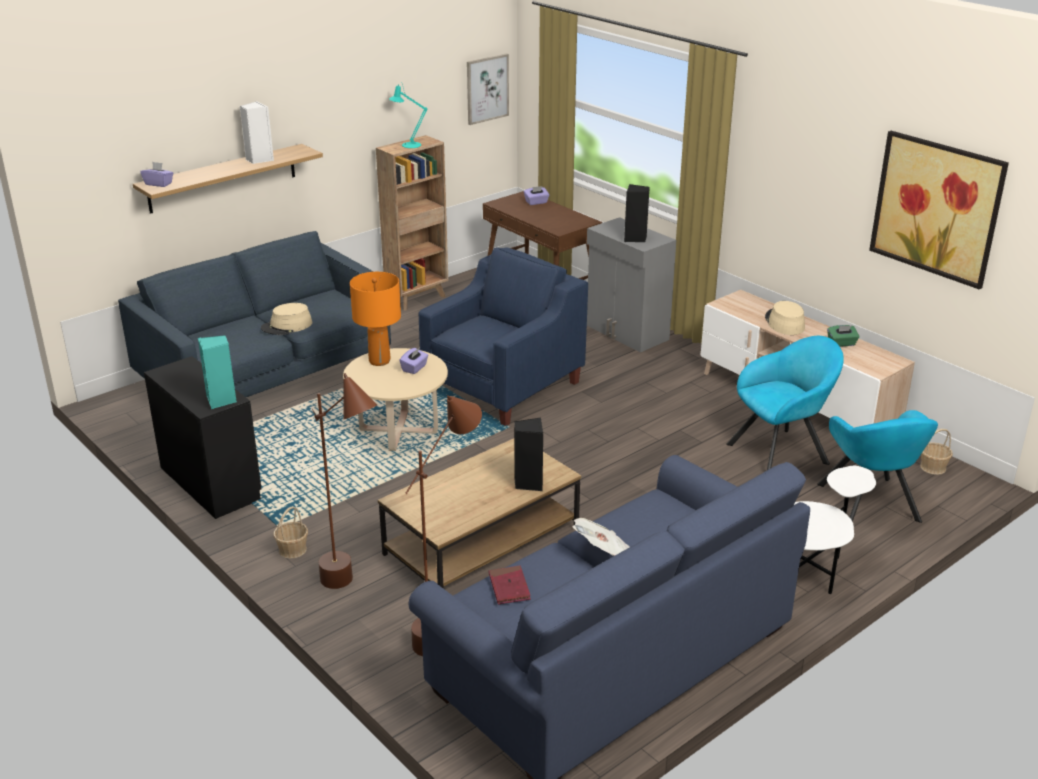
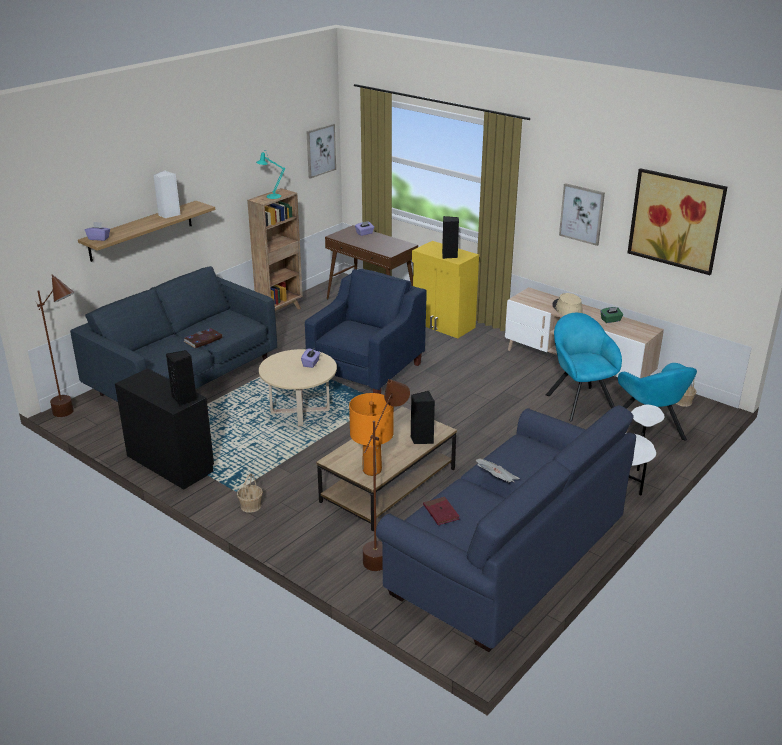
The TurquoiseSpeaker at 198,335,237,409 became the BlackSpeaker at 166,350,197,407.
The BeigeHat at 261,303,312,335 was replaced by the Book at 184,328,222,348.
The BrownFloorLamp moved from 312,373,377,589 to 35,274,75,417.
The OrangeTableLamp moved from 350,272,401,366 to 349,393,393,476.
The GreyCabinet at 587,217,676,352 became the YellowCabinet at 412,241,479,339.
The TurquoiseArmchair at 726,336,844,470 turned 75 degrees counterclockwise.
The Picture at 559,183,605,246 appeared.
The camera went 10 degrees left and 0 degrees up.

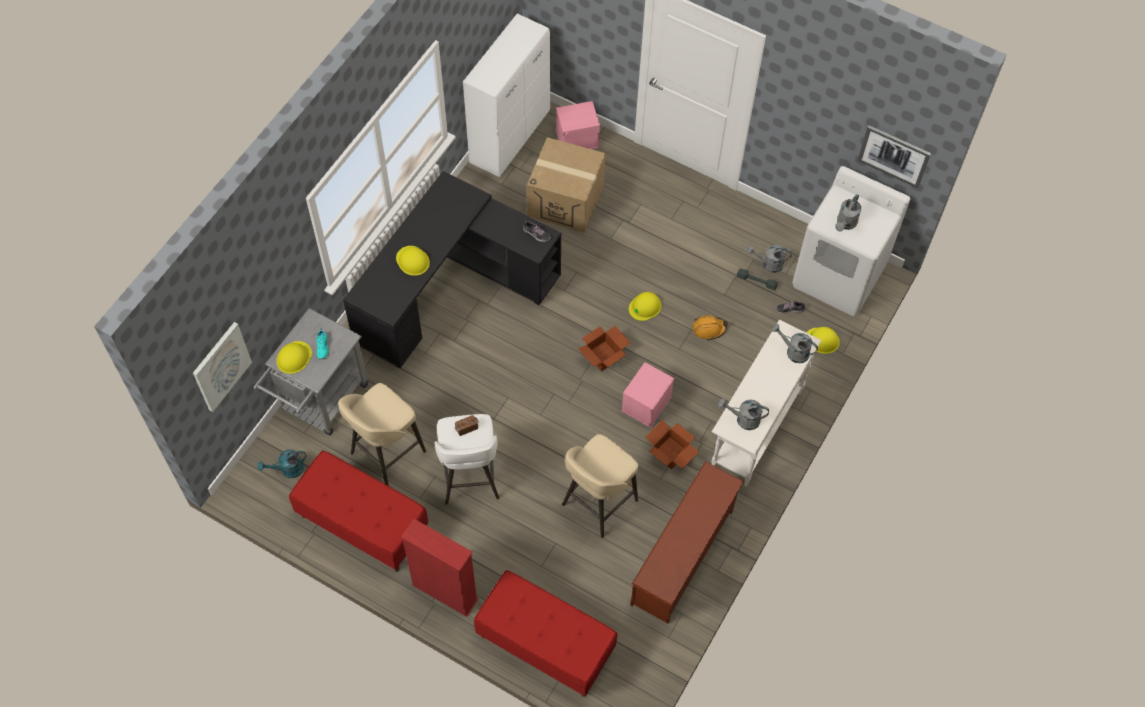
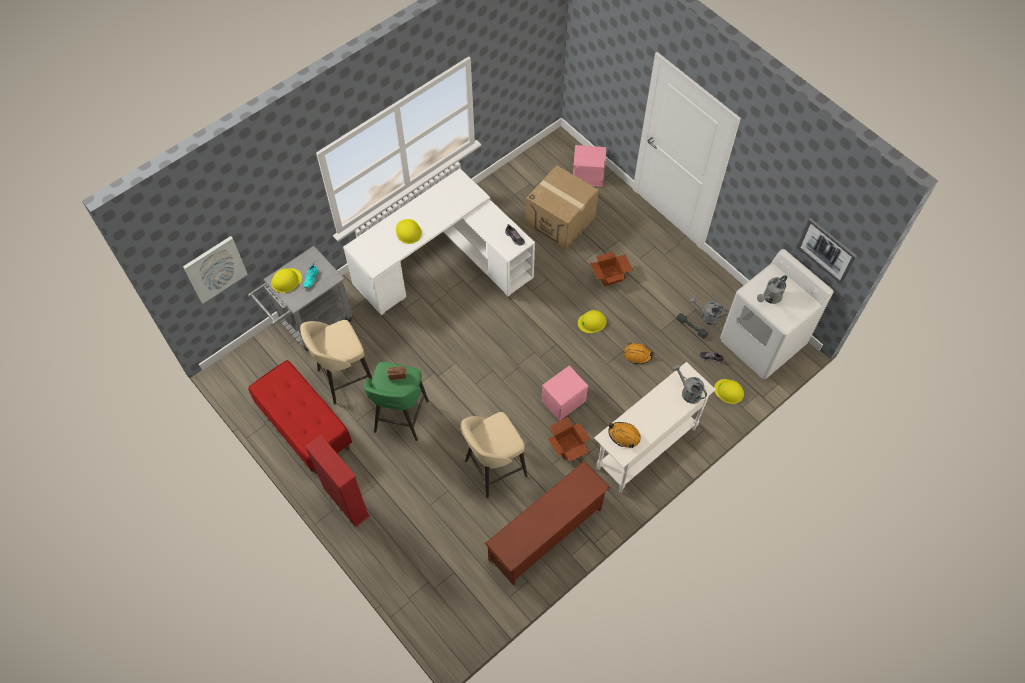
The TurquoiseWateringCan at 258,449,306,478 disappeared.
The BlackDesk at 343,171,561,368 became the WhiteDesk at 343,168,535,315.
The WhiteStool at 435,414,500,505 became the GreenStool at 364,362,429,441.
The WhiteCabinet at 463,14,550,177 disappeared.
The RedBench at 474,570,617,697 disappeared.
The CardboardBox moved from 578,326,631,371 to 590,252,633,287.
The GreyWateringCan at 718,398,769,430 was replaced by the OrangeHardHat at 608,422,641,448.
The camera went 20 degrees right and 0 degrees up.

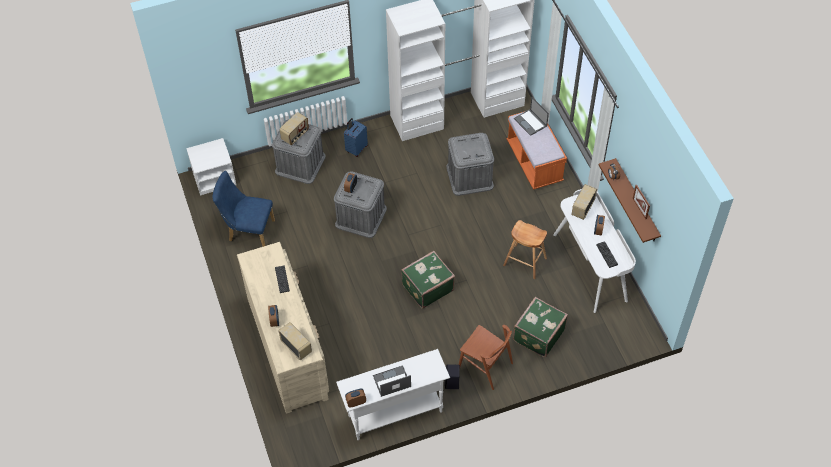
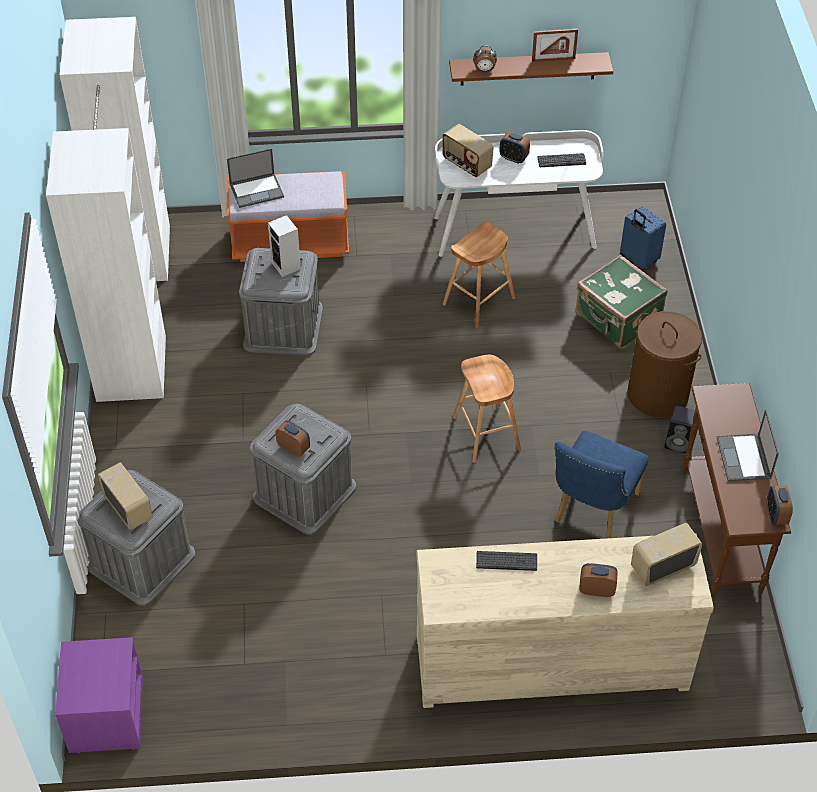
The WhiteNightstand at 186,138,236,196 became the PurpleNightstand at 55,637,143,753.
The BlueChair moved from 212,171,275,247 to 554,431,649,539.
The WhiteConsoleTable at 336,349,450,440 became the BrownConsoleTable at 682,383,791,597.
The BlueSuitcase moved from 344,118,368,157 to 620,206,666,271.
The GreenSuitcase at 401,251,455,309 was replaced by the BrownStool at 453,355,521,463.
The BrownChair at 459,325,513,390 was replaced by the BrownLaundryBasket at 627,311,702,417.
The Speaker at 268,215,301,277 appeared.
The camera went 75 degrees left and 5 degrees down.

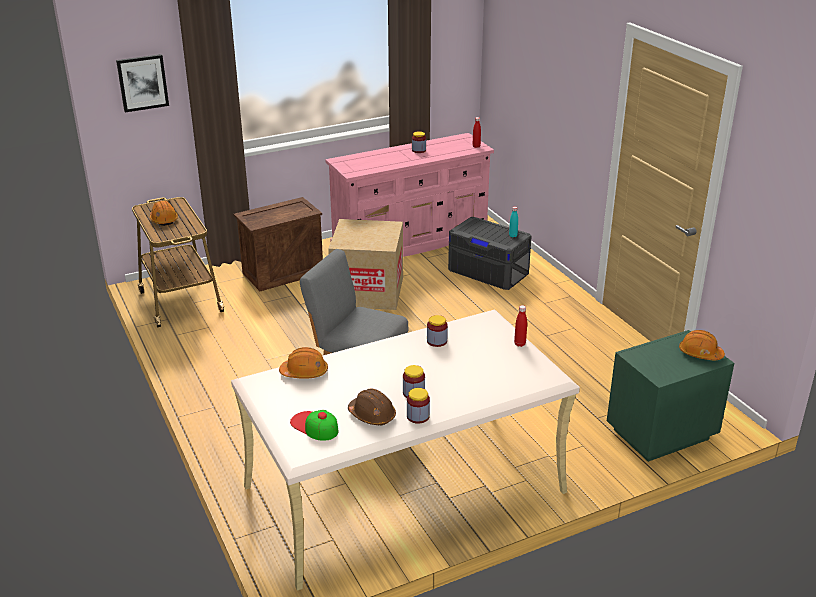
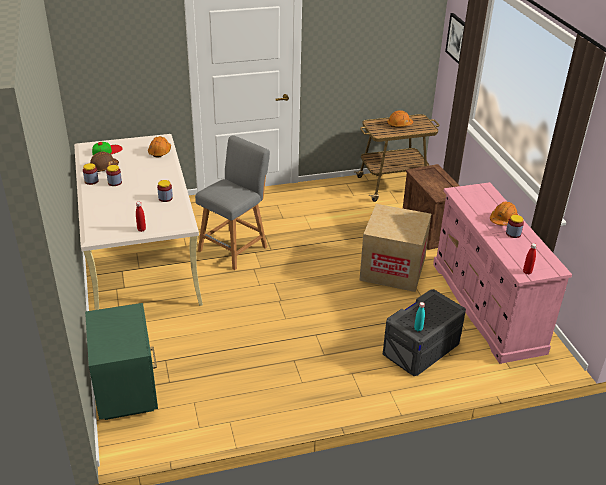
The OrangeHardHat moved from 679,330,725,360 to 490,201,518,226.
The camera went 100 degrees right and 5 degrees up.

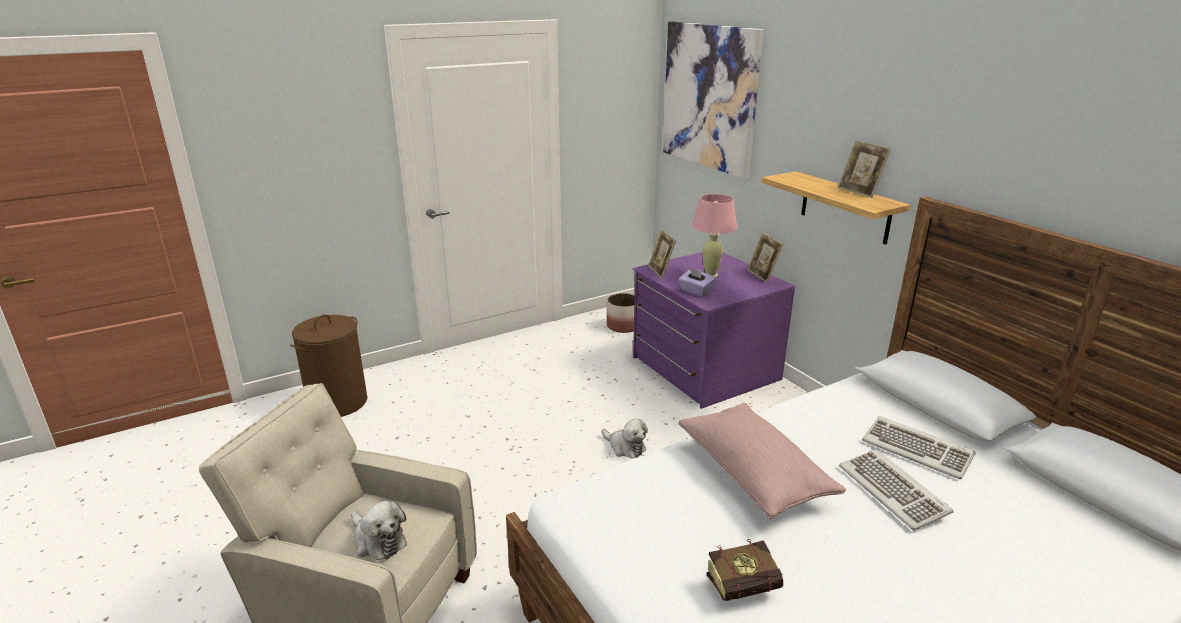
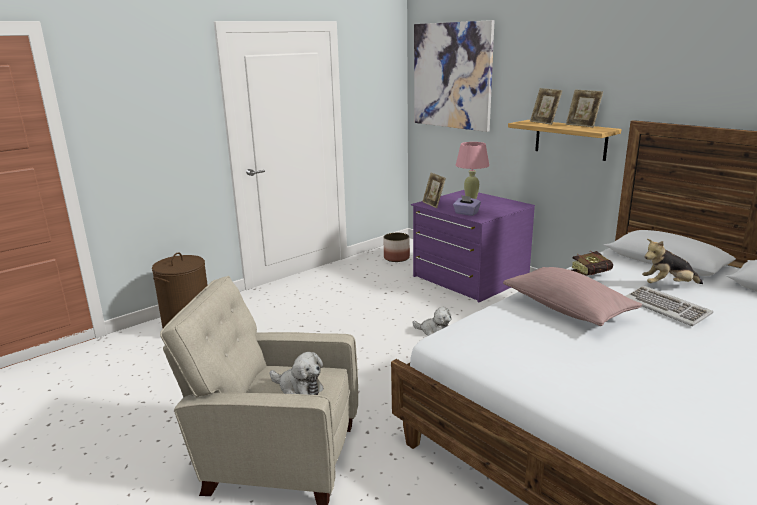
The Book moved from 707,539,783,601 to 572,250,613,276.
The PictureFrame moved from 747,232,783,283 to 530,88,563,125.
The Keyboard at 862,416,976,479 was replaced by the PlushToy at 642,239,703,284.
The camera went 10 degrees left and 5 degrees down.

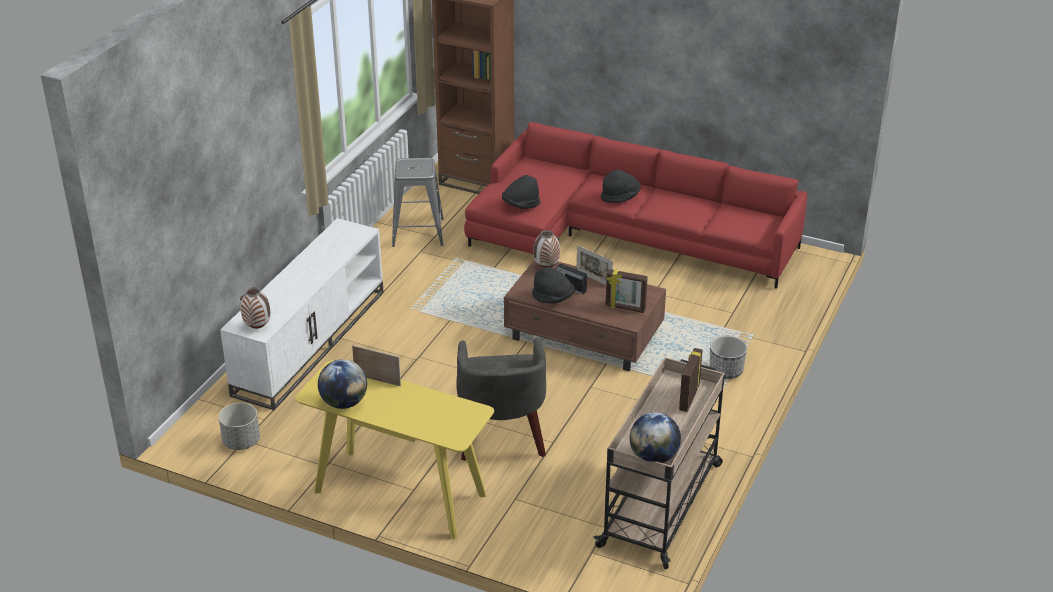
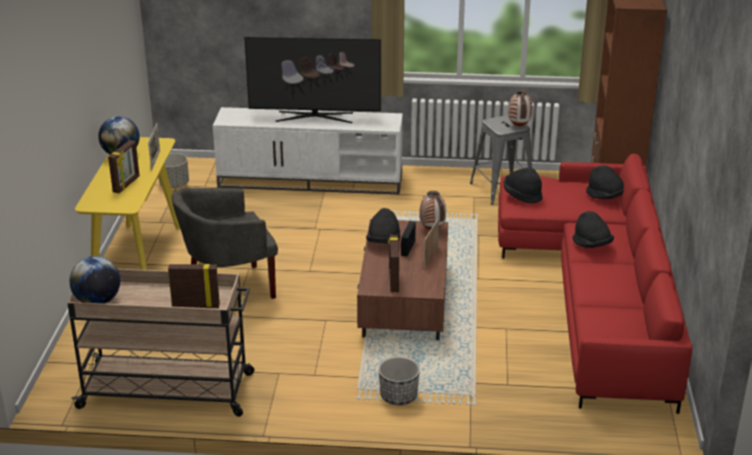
The Vase moved from 240,287,271,329 to 508,90,532,127.
The PictureFrame at 108,140,140,193 appeared.
The Television at 244,37,381,123 appeared.
The BlackHat at 586,165,624,199 appeared.
The camera went 70 degrees right and 5 degrees down.

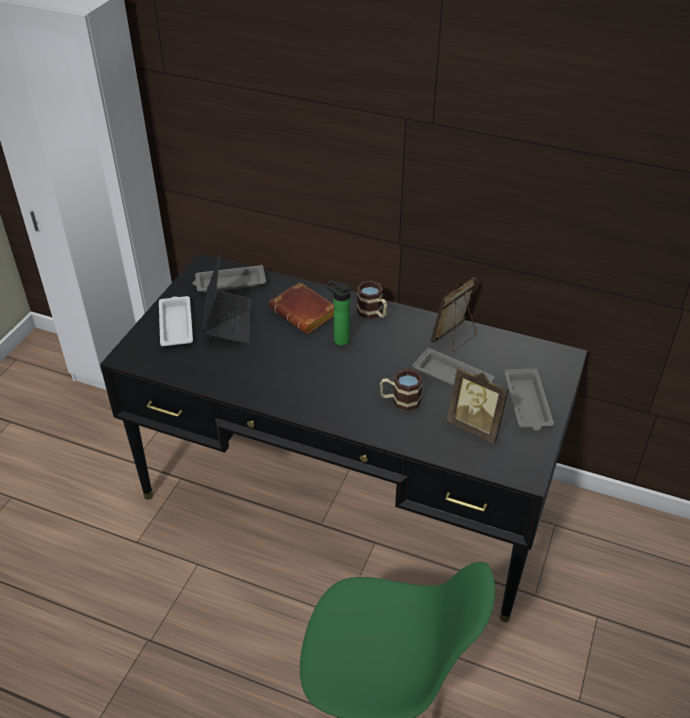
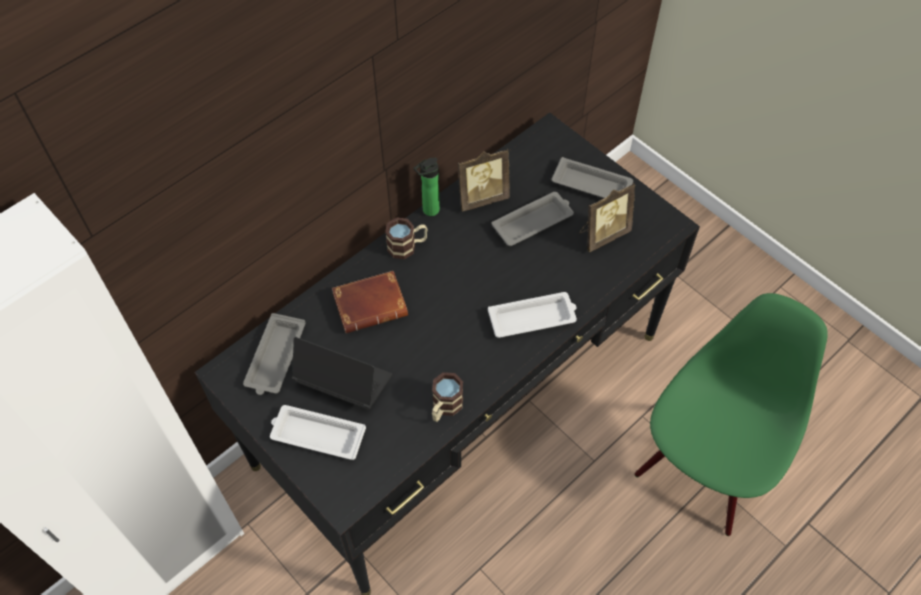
The Bottle moved from 326,280,350,346 to 414,158,440,216.
The Mug moved from 380,368,423,411 to 432,372,463,422.
The PictureFrame at 431,277,477,352 turned 90 degrees counterclockwise.
The WhiteTray at 488,292,577,338 appeared.
The camera went 65 degrees left and 15 degrees up.

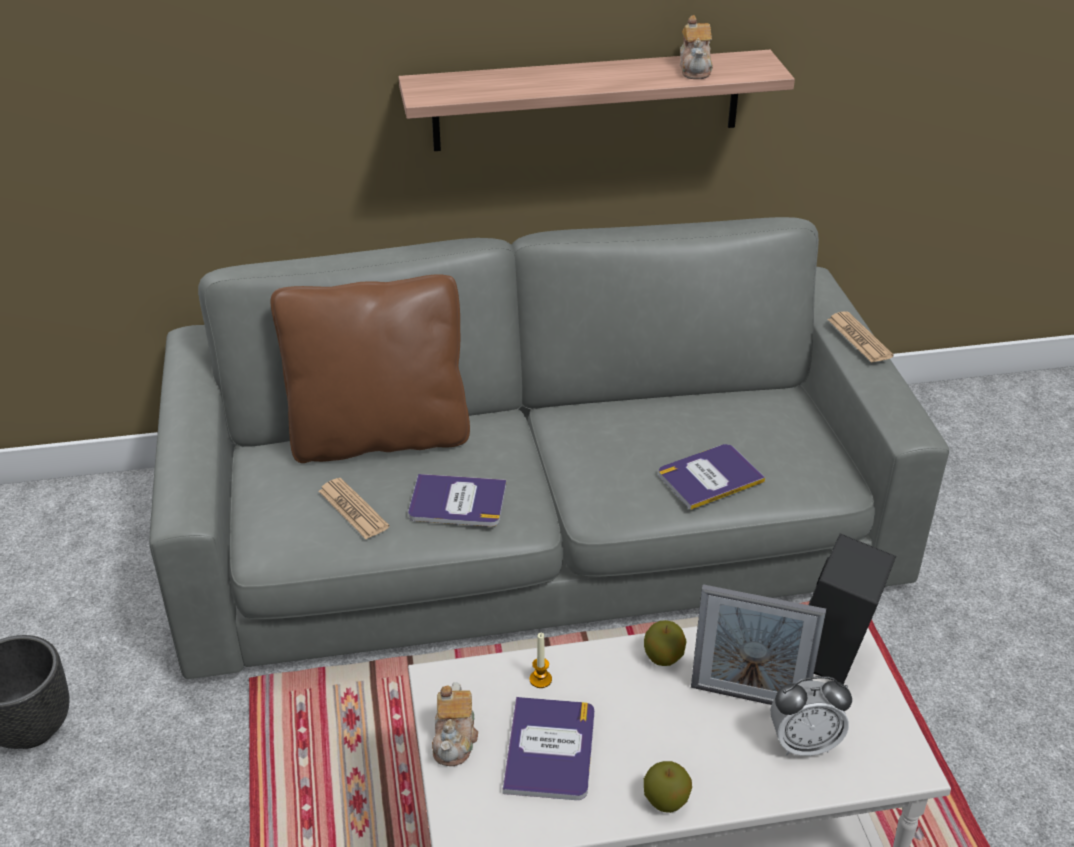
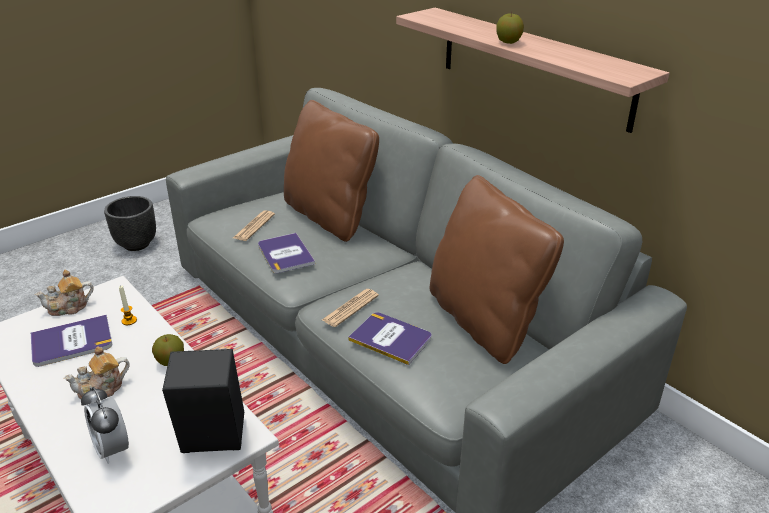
The Apple moved from 644,761,692,813 to 496,12,524,44.
The Teapot moved from 680,15,713,79 to 64,346,130,399.
The PictureFrame at 691,584,826,705 disappeared.
The Newspaper moved from 827,311,894,363 to 322,289,379,327.
The BrownPillow at 430,175,564,364 appeared.
The camera went 60 degrees right and 5 degrees down.

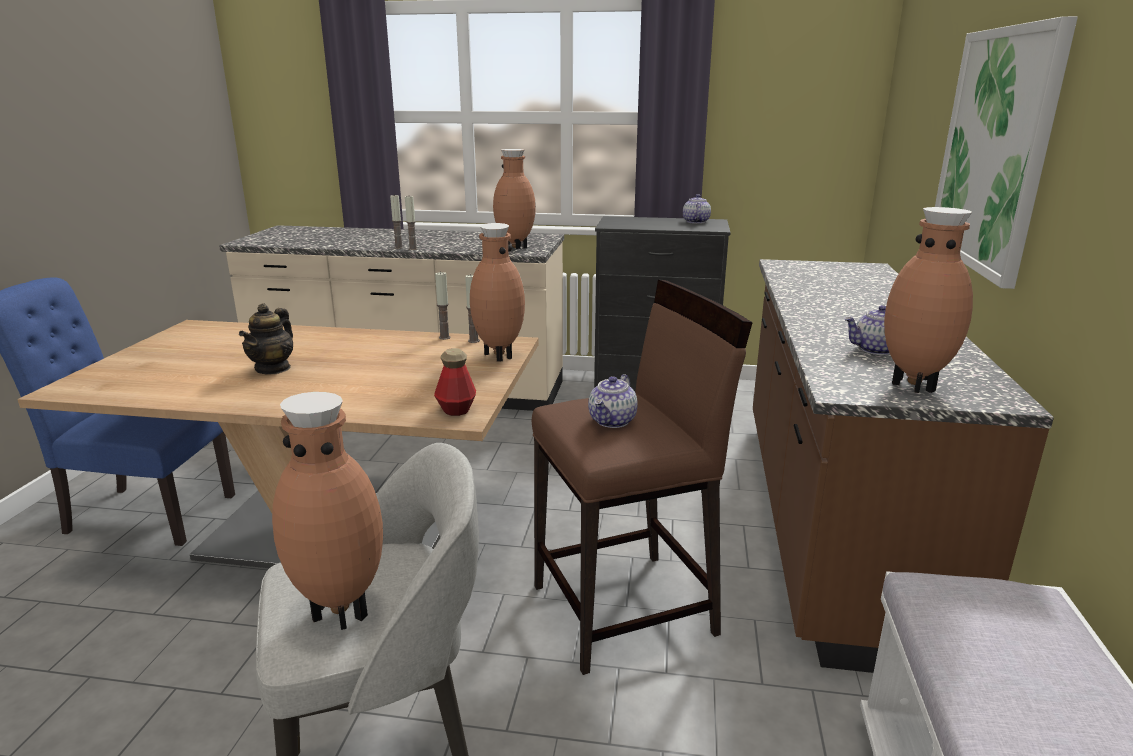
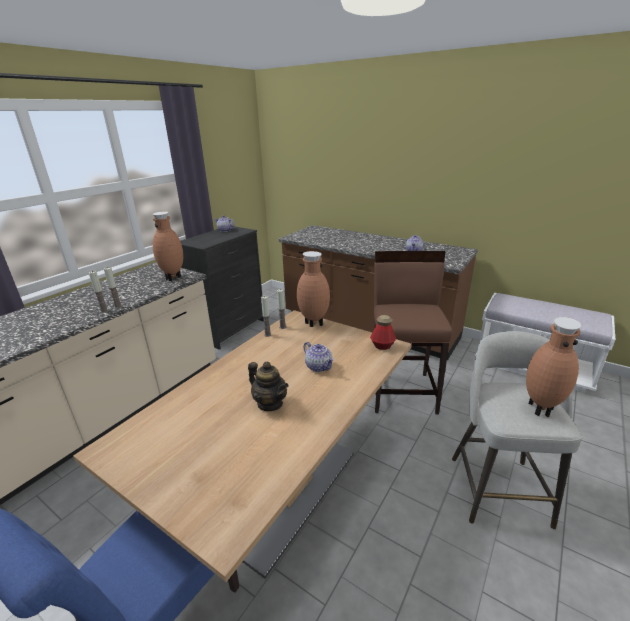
The Teapot moved from 588,374,638,428 to 304,342,334,372.
The BrownVase at 884,207,973,393 disappeared.
The Picture at 935,16,1078,289 disappeared.
The camera went 65 degrees left and 5 degrees up.

